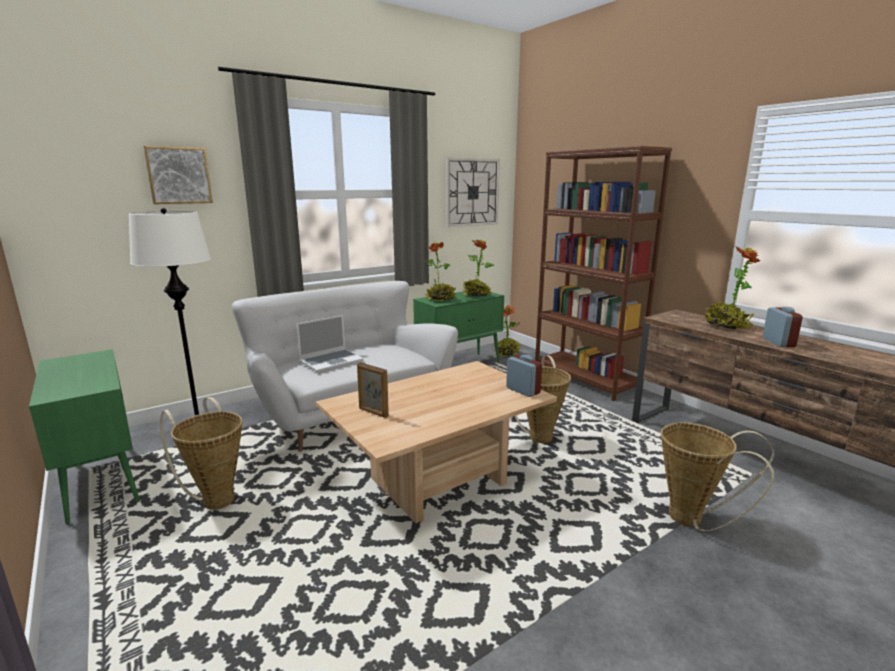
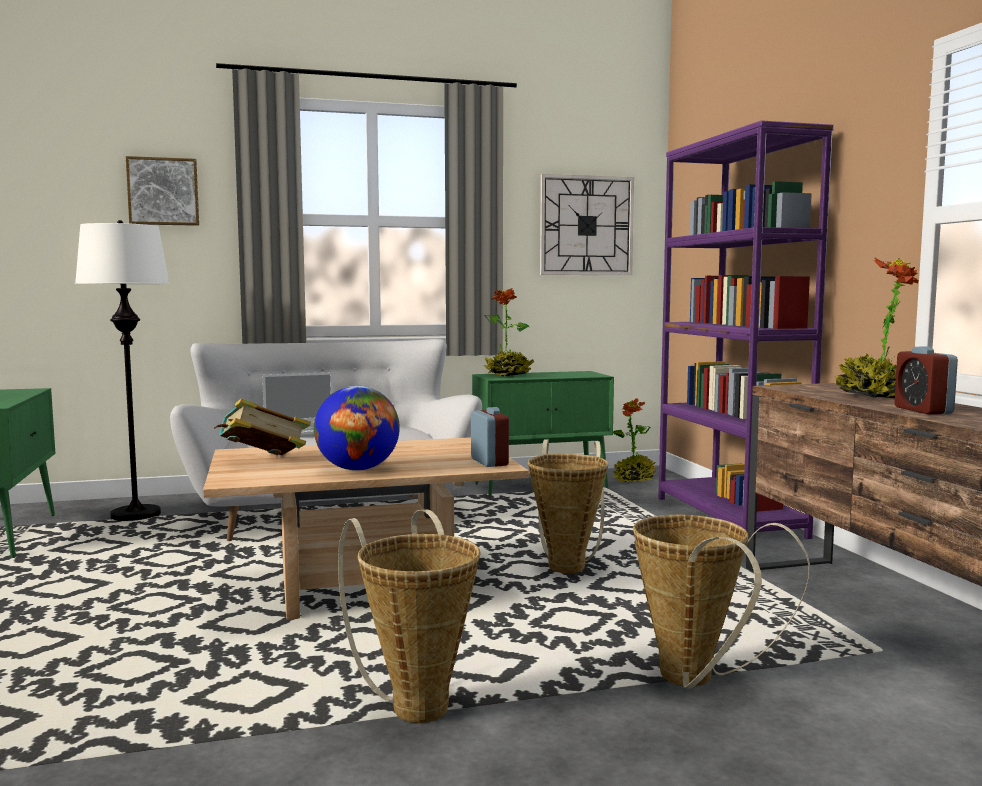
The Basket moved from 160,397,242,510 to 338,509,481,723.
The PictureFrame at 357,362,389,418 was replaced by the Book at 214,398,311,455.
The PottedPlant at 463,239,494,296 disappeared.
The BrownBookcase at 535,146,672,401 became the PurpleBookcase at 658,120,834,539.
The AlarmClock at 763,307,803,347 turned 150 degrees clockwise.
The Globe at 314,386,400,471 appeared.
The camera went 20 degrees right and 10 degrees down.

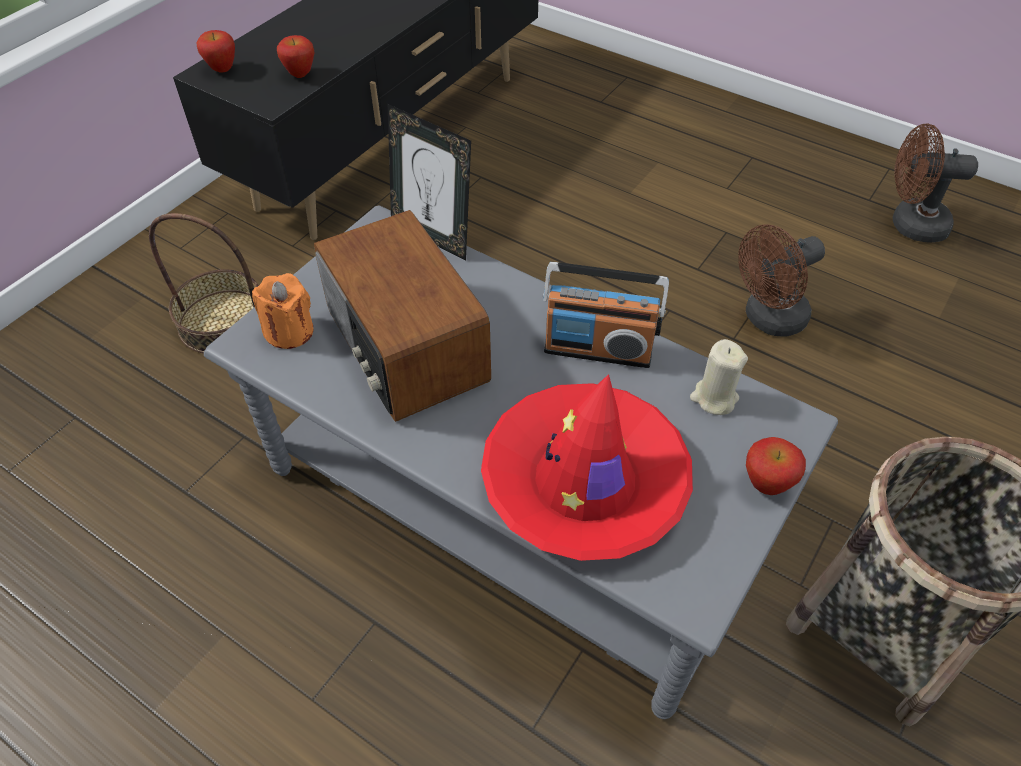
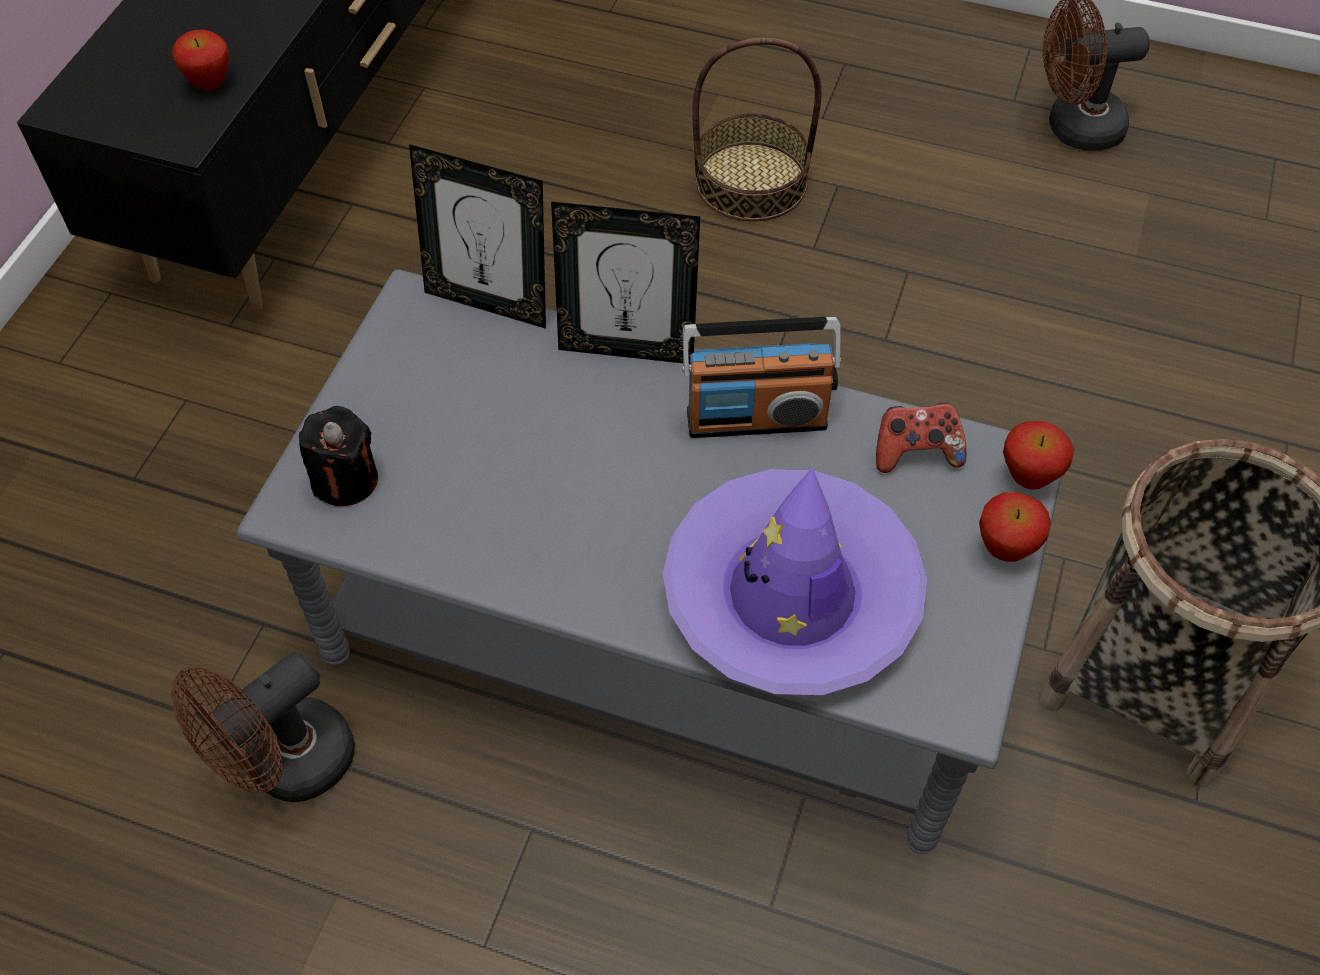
The Basket moved from 149,213,259,354 to 692,37,822,221.
The Apple moved from 196,30,235,73 to 1003,421,1074,490.
The OrangeCandle at 252,273,313,349 became the BlackCandle at 299,406,378,506.
The Radio at 314,210,491,422 disappeared.
The RedHat at 481,374,693,561 became the PurpleHat at 663,467,928,695.
The BeigeCandle at 690,339,748,415 was replaced by the GameController at 876,403,967,473.
The BrownFan moved from 738,224,825,337 to 171,652,355,802.
The PictureFrame at 551,202,700,364 appeared.
The camera went 15 degrees left and 5 degrees up.

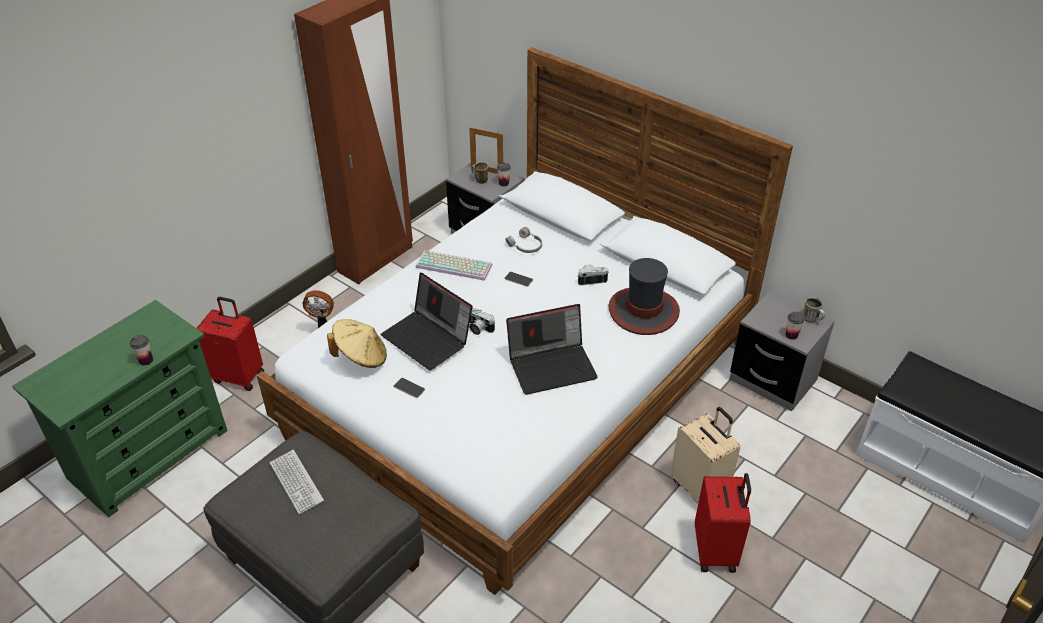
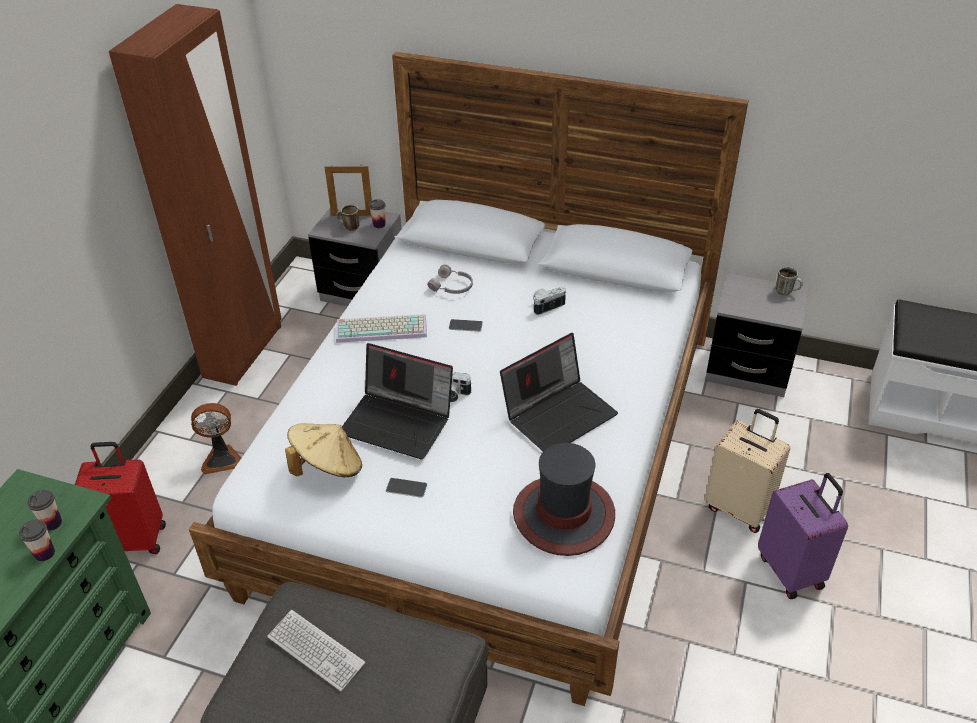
The Hat moved from 609,258,680,335 to 513,443,615,556.
The RedSuitcase at 695,473,751,573 became the PurpleSuitcase at 758,473,848,599.
The Cup moved from 785,312,805,340 to 27,490,62,531.
The camera went 20 degrees left and 0 degrees up.

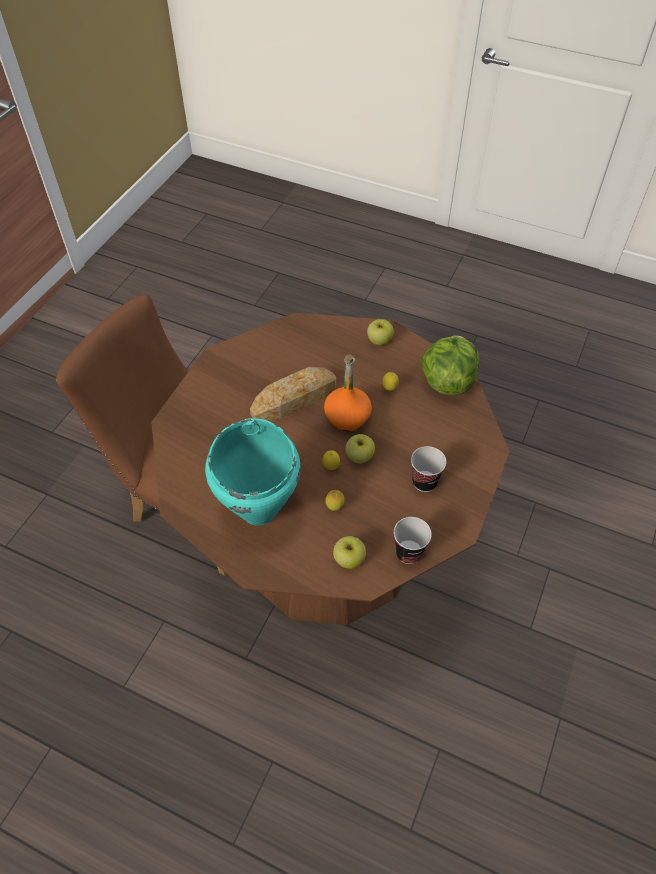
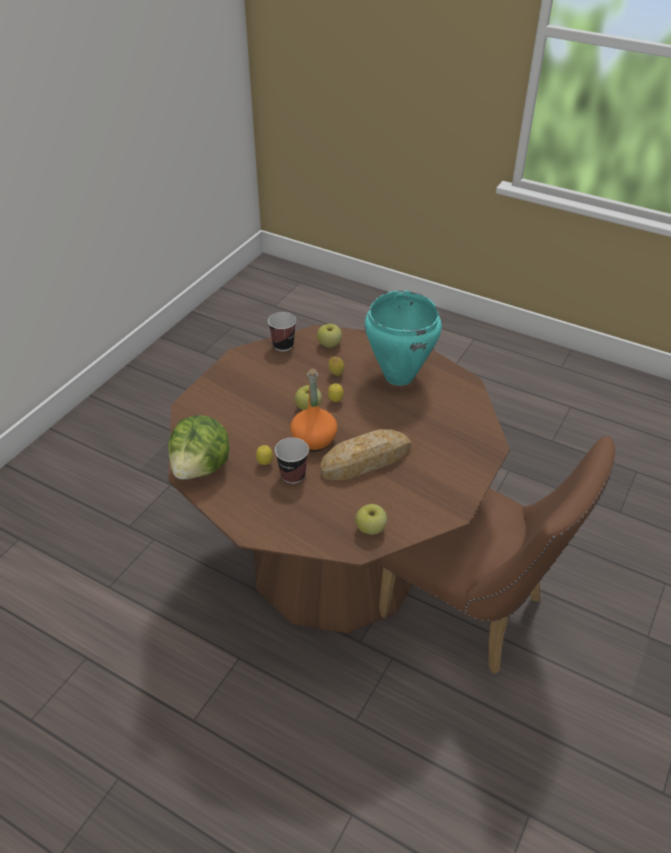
The Apple moved from 367,319,394,345 to 355,504,387,535.
The Cup moved from 411,446,446,492 to 275,438,309,484.
The camera went 175 degrees left and 10 degrees down.

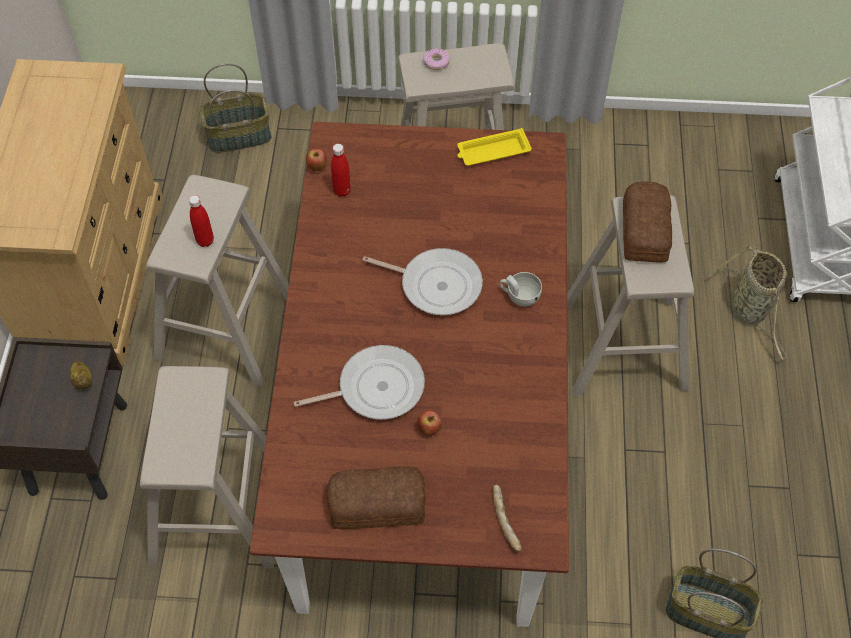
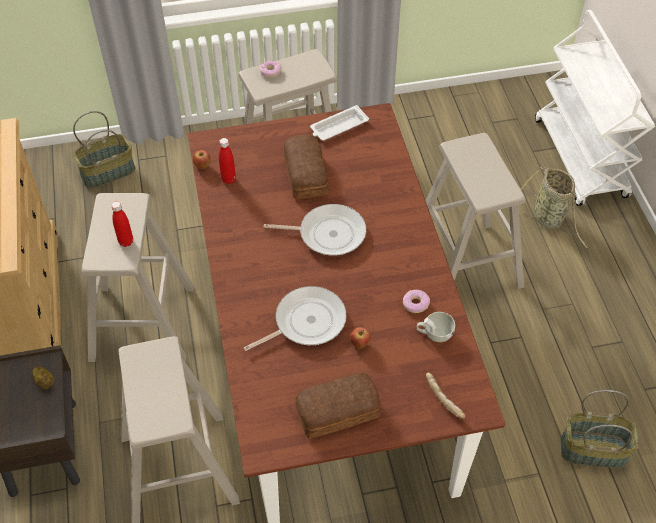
The YellowTray at 457,128,532,166 became the WhiteTray at 310,105,369,141.
The WhiteCup moved from 499,272,542,306 to 417,312,455,342.
The Bread moved from 623,181,672,262 to 283,135,329,199.
The Donut at 403,290,430,313 appeared.
The camera went 15 degrees left and 5 degrees down.

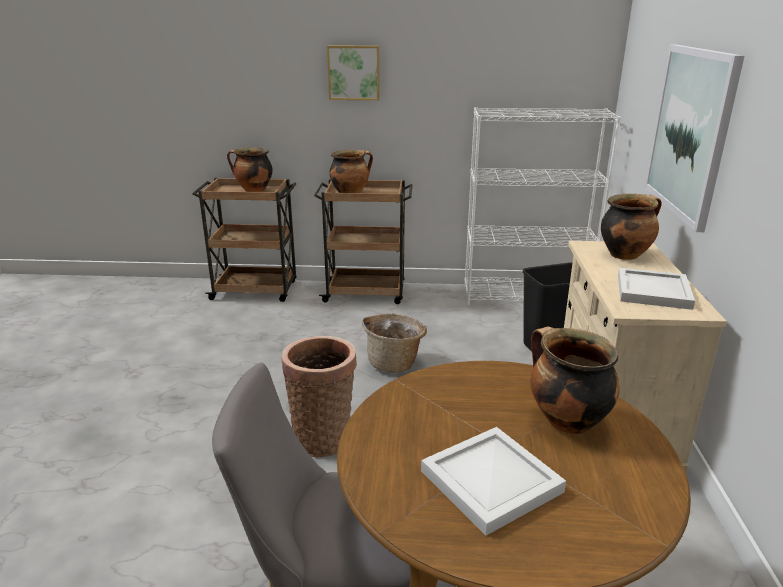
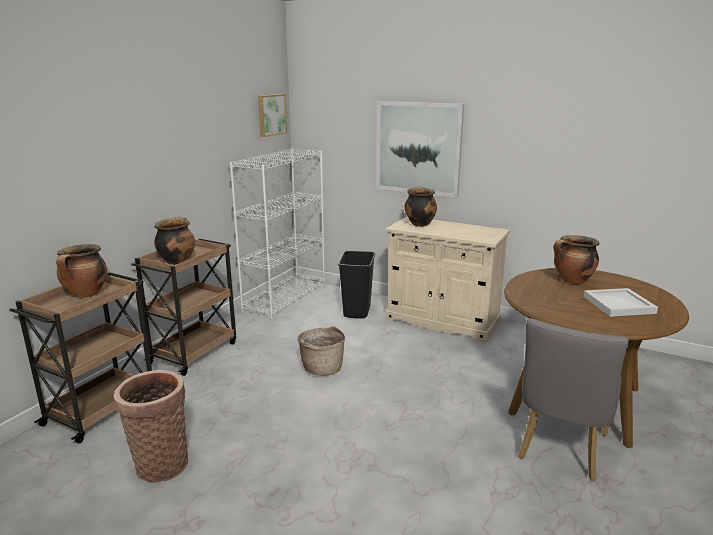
The Basket moved from 282,336,357,458 to 113,370,189,482.
The Picture moved from 327,46,380,100 to 258,94,287,137.
The WhiteTray at 618,268,695,310 disappeared.
The camera went 65 degrees left and 5 degrees down.

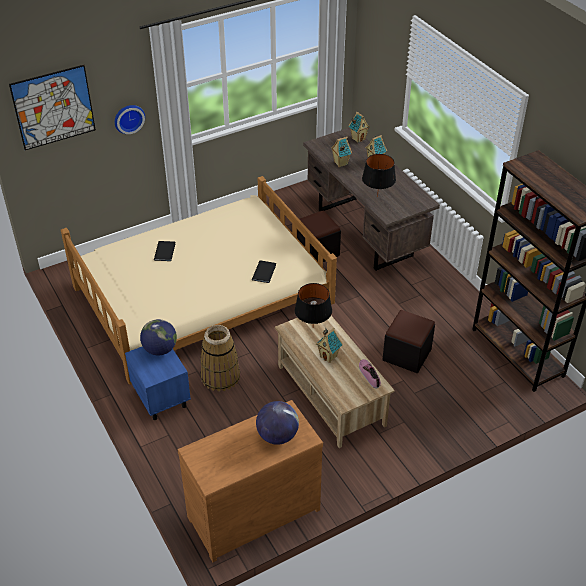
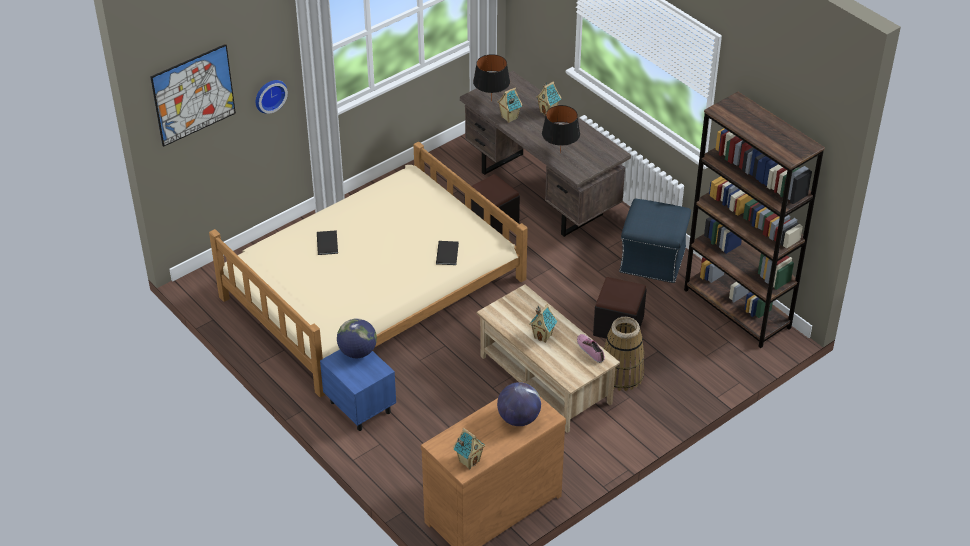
The Basket moved from 200,325,240,392 to 603,317,645,391.
The BlackTableLamp moved from 295,283,332,324 to 473,54,510,101.
The ToyHouse moved from 349,112,370,143 to 453,428,486,469.
The BlueOttoman at 619,199,691,283 appeared.
The camera went 10 degrees left and 0 degrees up.

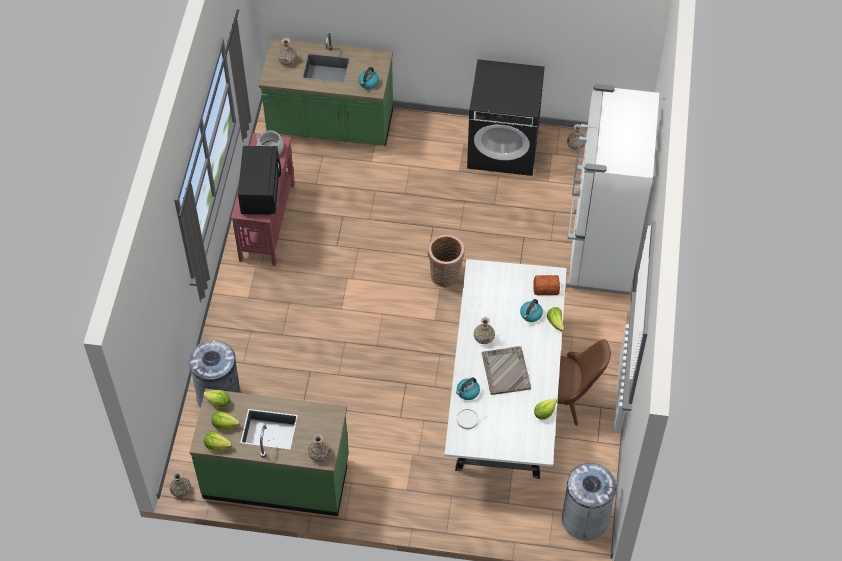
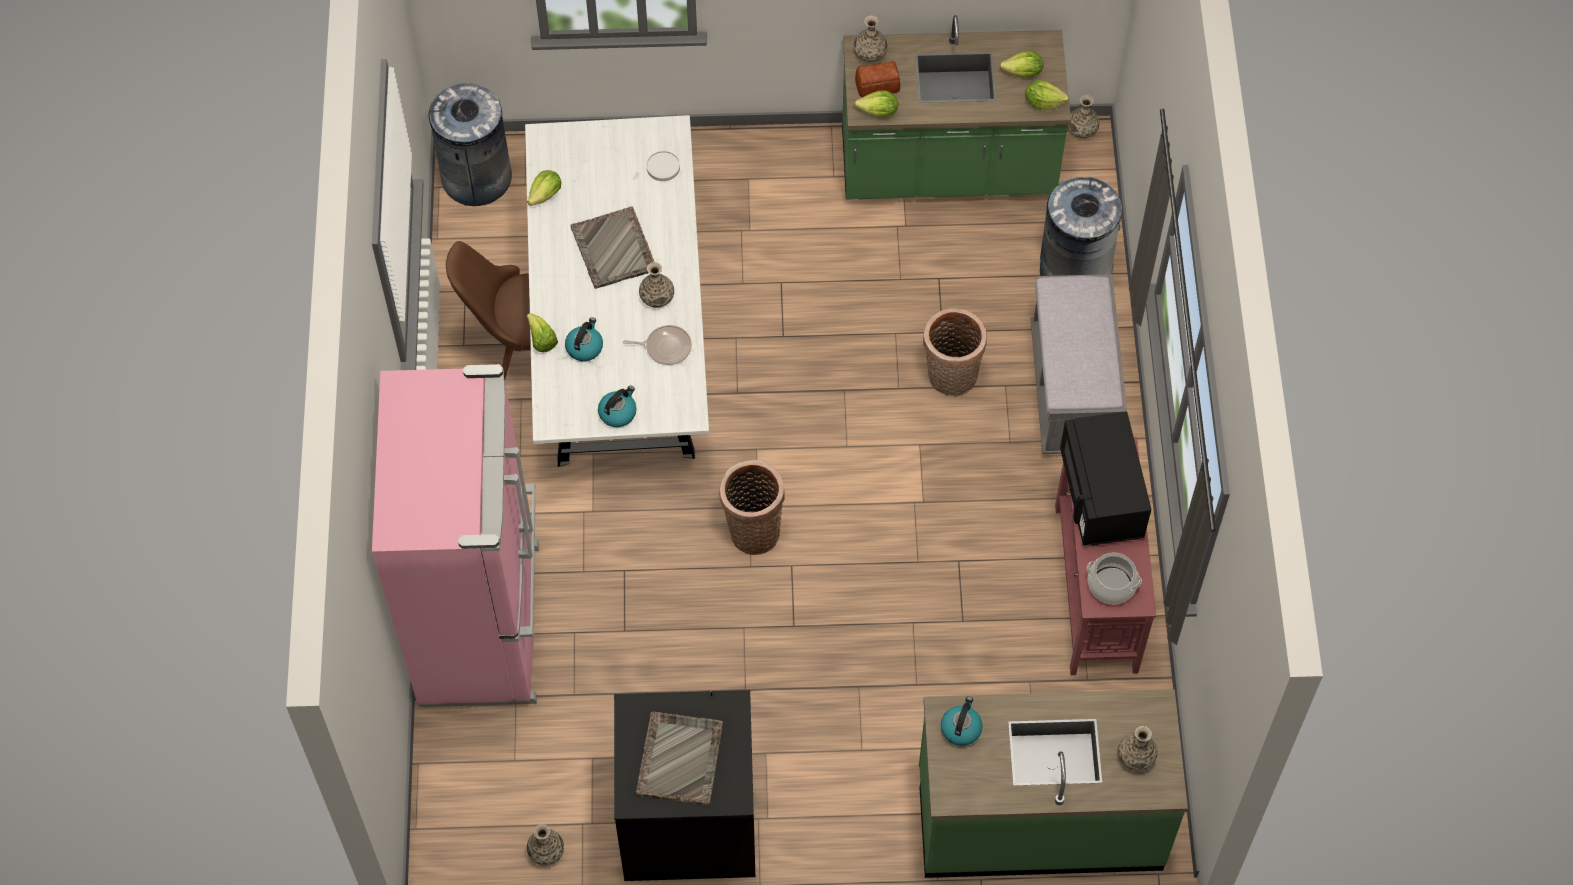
The Lettuce moved from 204,432,232,451 to 854,91,898,117.
The Kettle moved from 456,378,480,400 to 598,385,636,427.
The Bread moved from 533,275,560,295 to 855,61,900,97.
The WhiteFridge at 566,84,659,295 became the PinkFridge at 372,364,539,707.
The FryingPan at 623,325,692,365 appeared.
The GreyTray at 636,712,723,806 appeared.
The Basket at 923,308,987,397 appeared.
The GreyBench at 1031,274,1127,454 appeared.
The camera went 170 degrees right and 5 degrees up.

